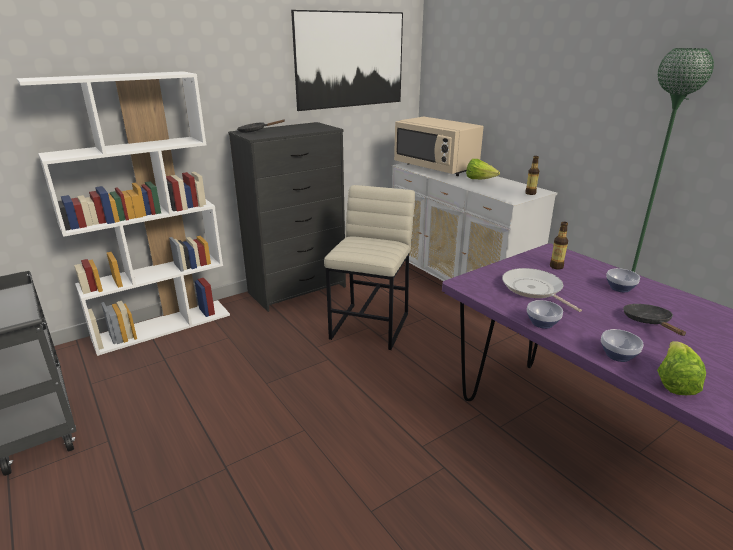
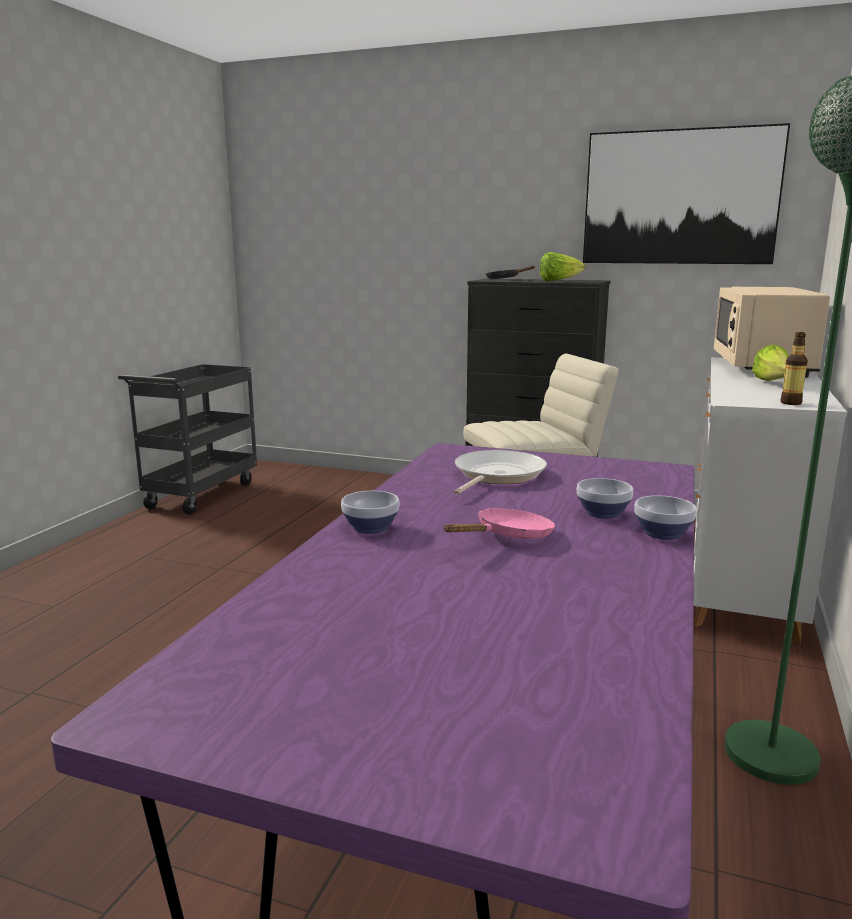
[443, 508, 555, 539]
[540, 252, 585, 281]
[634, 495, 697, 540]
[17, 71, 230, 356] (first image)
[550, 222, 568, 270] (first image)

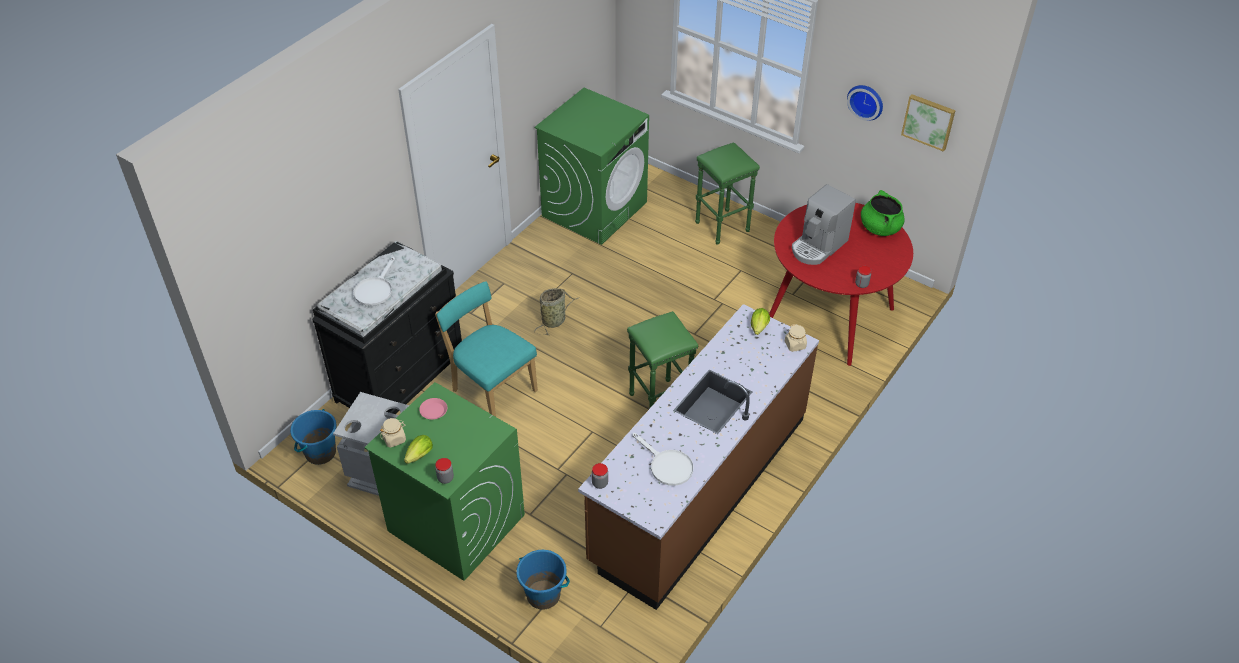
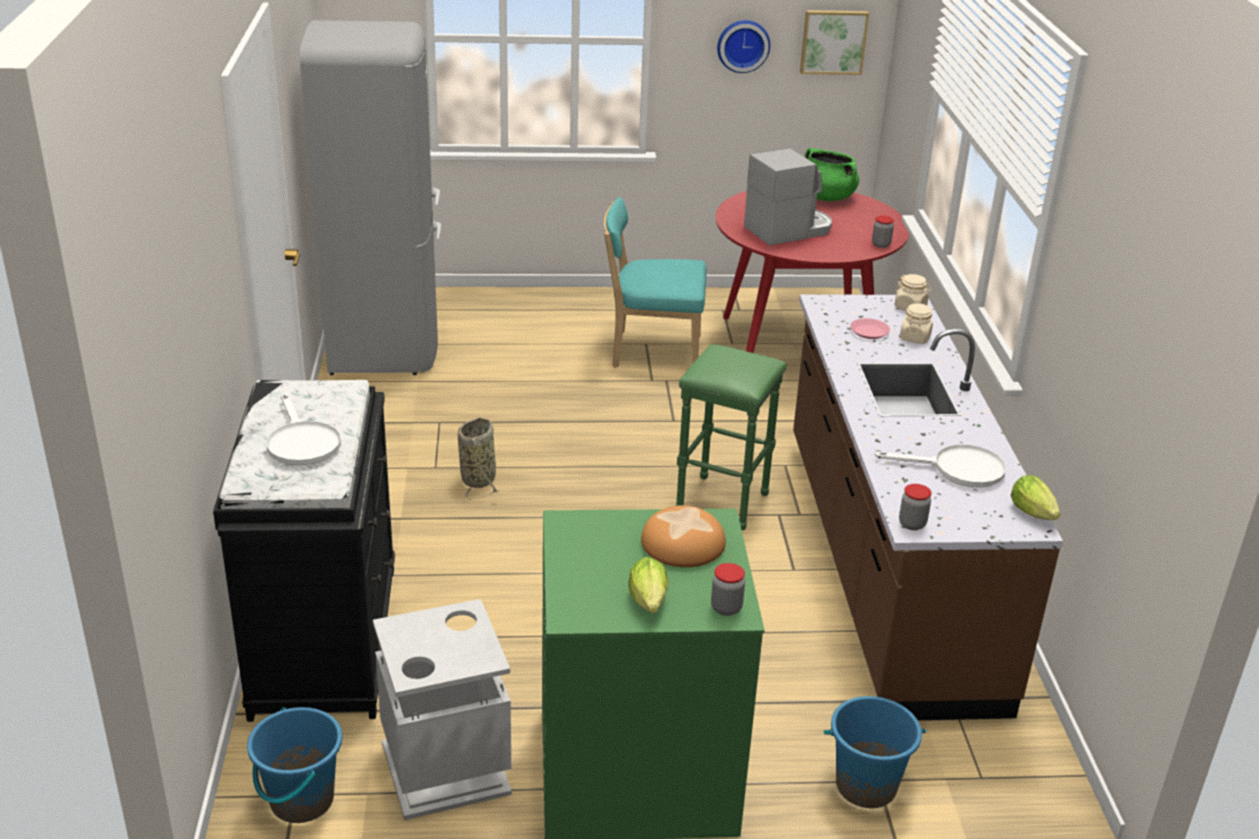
[300, 20, 442, 375]
[604, 197, 707, 368]
[641, 505, 726, 567]
[744, 148, 832, 246]
[850, 318, 890, 339]
[900, 303, 933, 344]
[1011, 475, 1061, 520]
[695, 143, 760, 245] (first image)

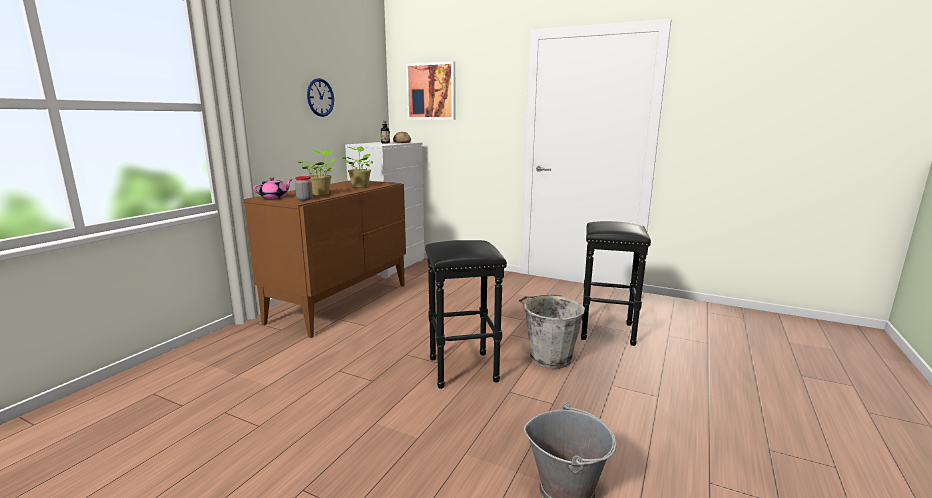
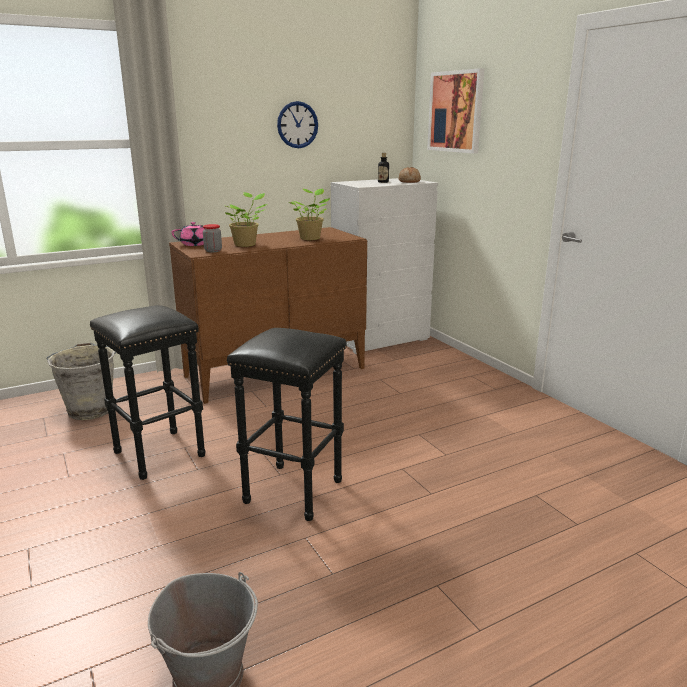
[46, 343, 116, 420]
[90, 305, 205, 480]

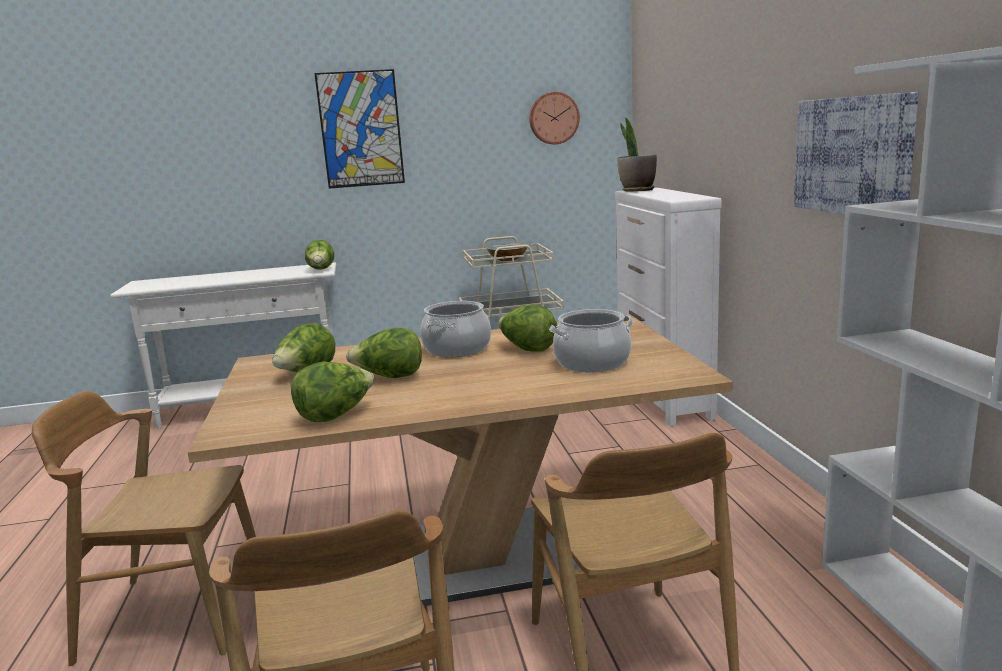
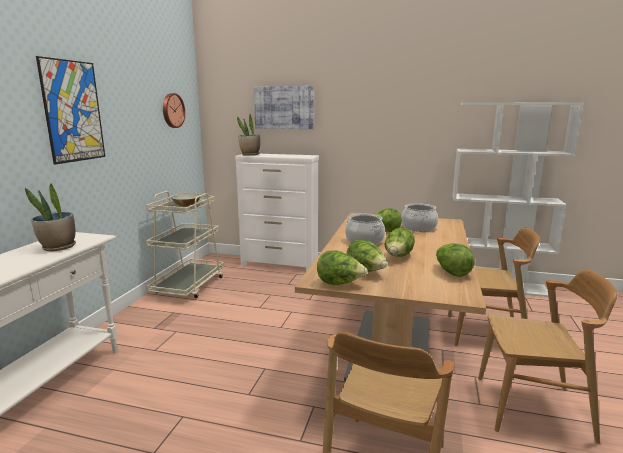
[25, 183, 76, 251]
[254, 86, 314, 129]
[317, 251, 368, 285]

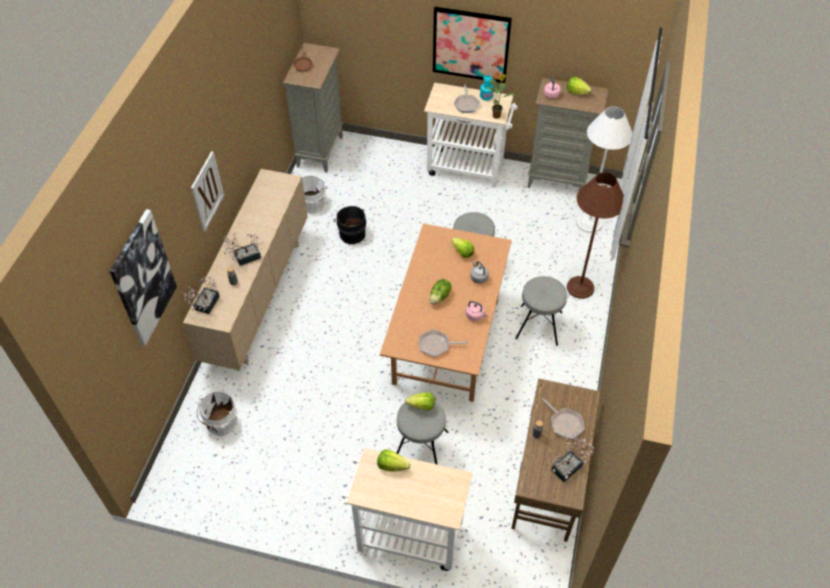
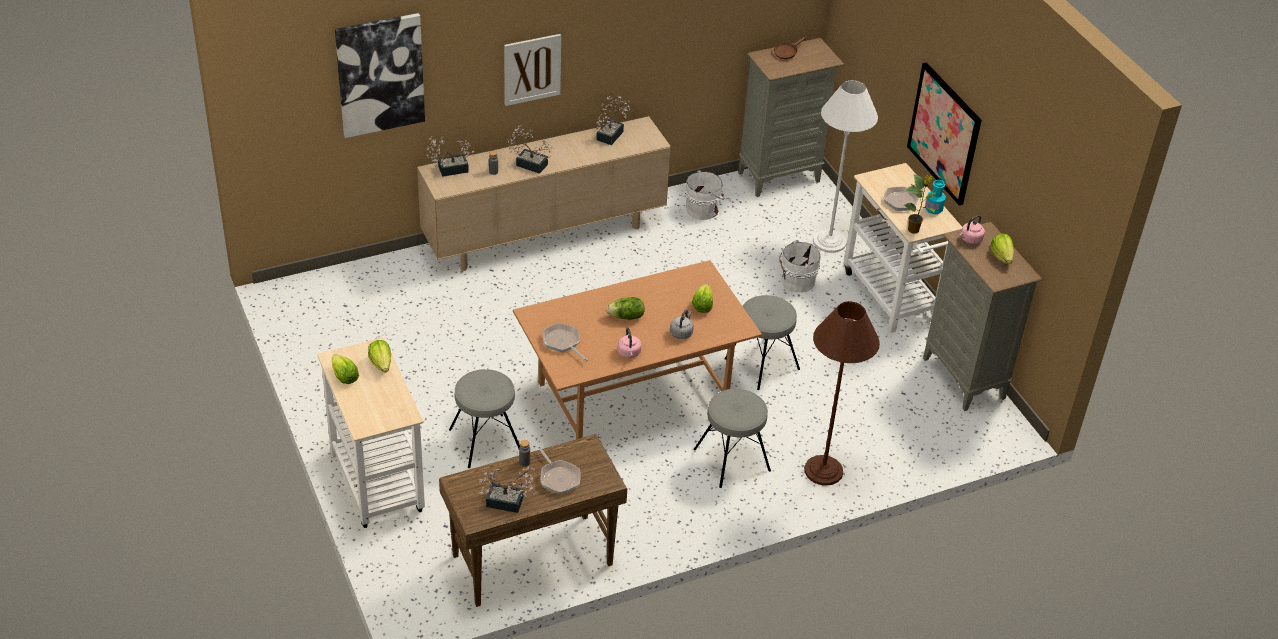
[332, 354, 359, 384]
[538, 446, 581, 494]
[596, 96, 631, 145]
[779, 240, 821, 292]
[813, 80, 878, 253]
[334, 206, 366, 244] (first image)

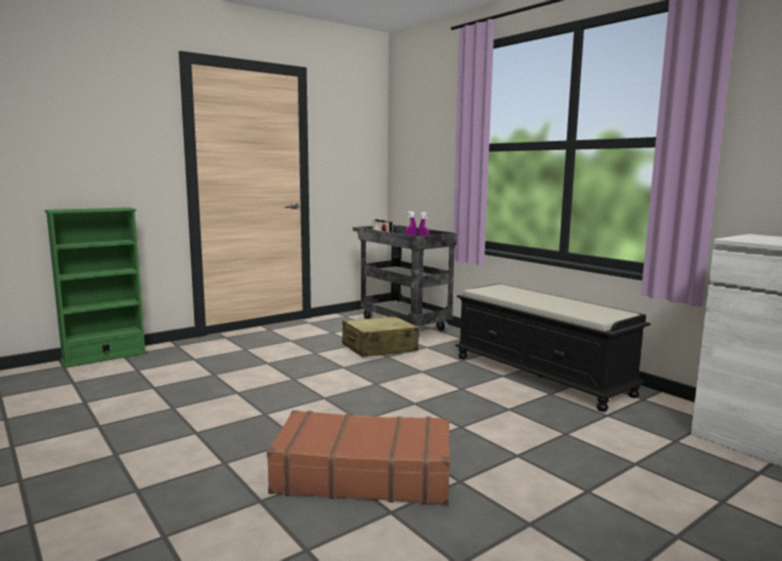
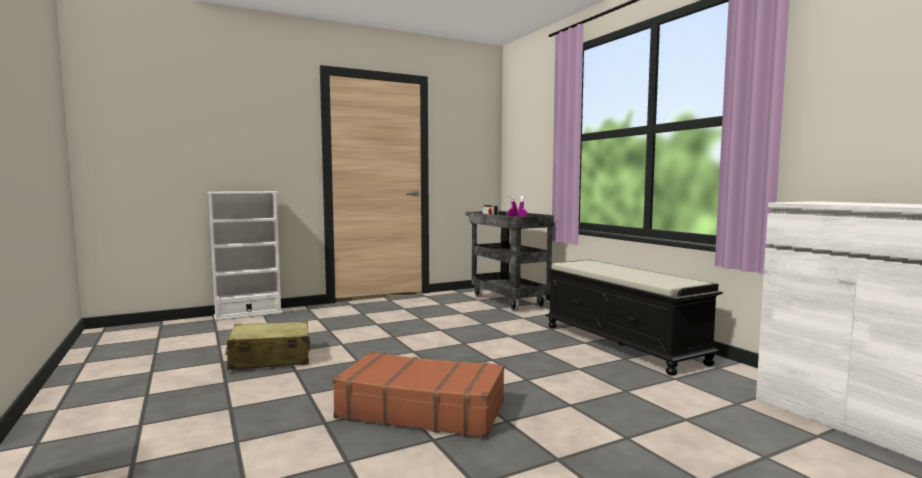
[207, 191, 283, 321]
[225, 321, 310, 370]

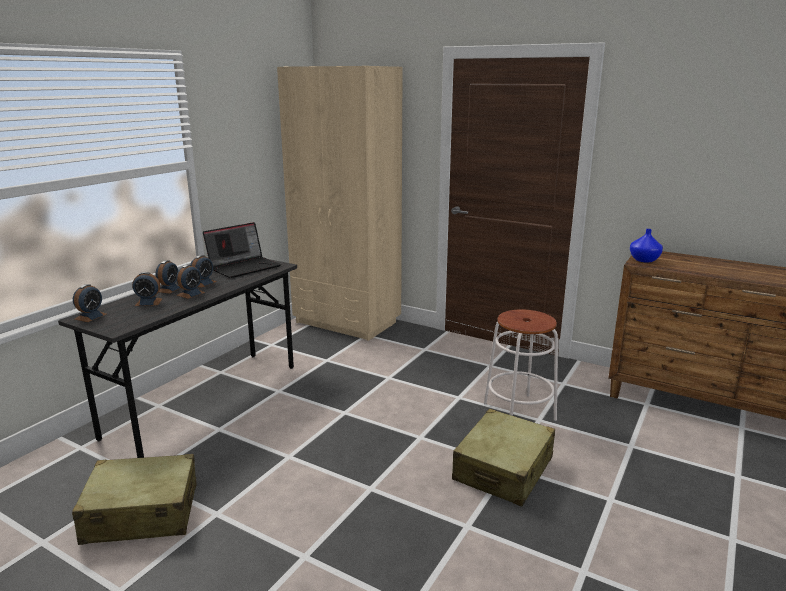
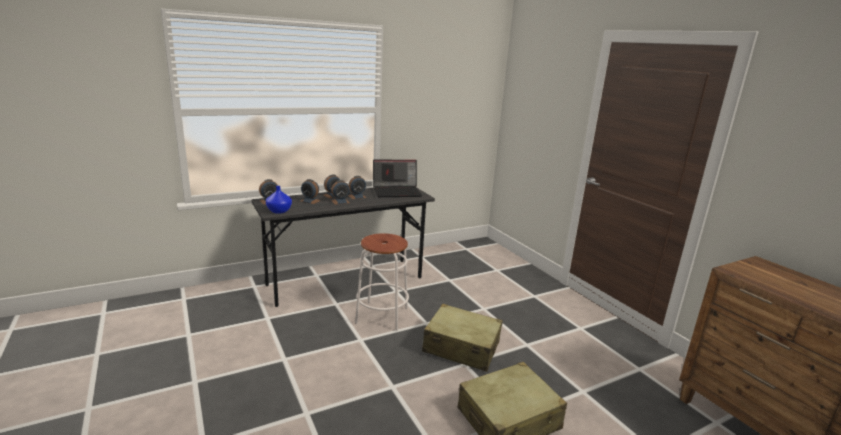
[266, 186, 292, 214]
[355, 233, 409, 331]
[422, 304, 503, 372]
[277, 66, 403, 341] (first image)

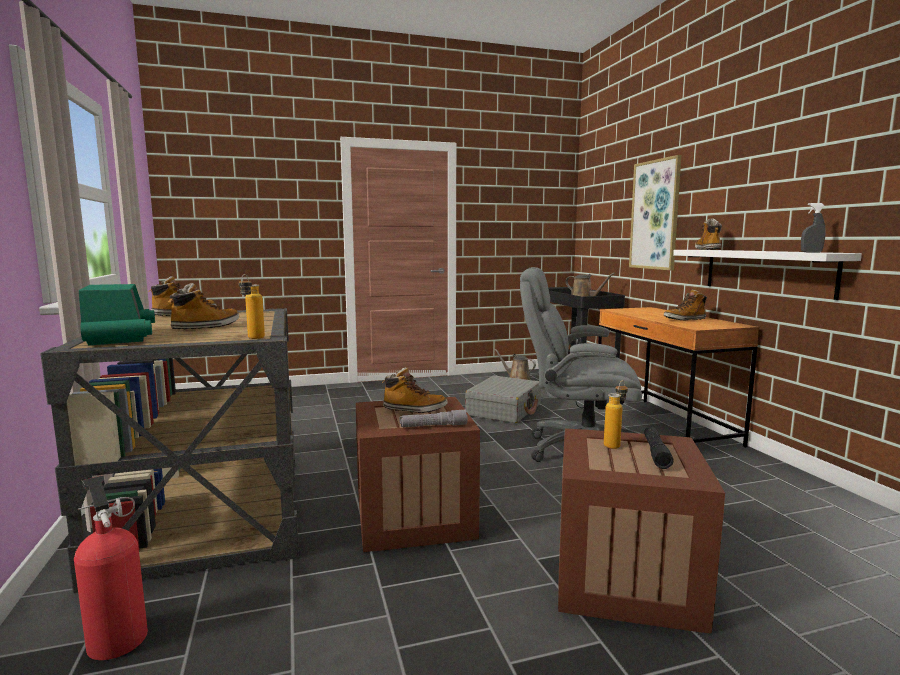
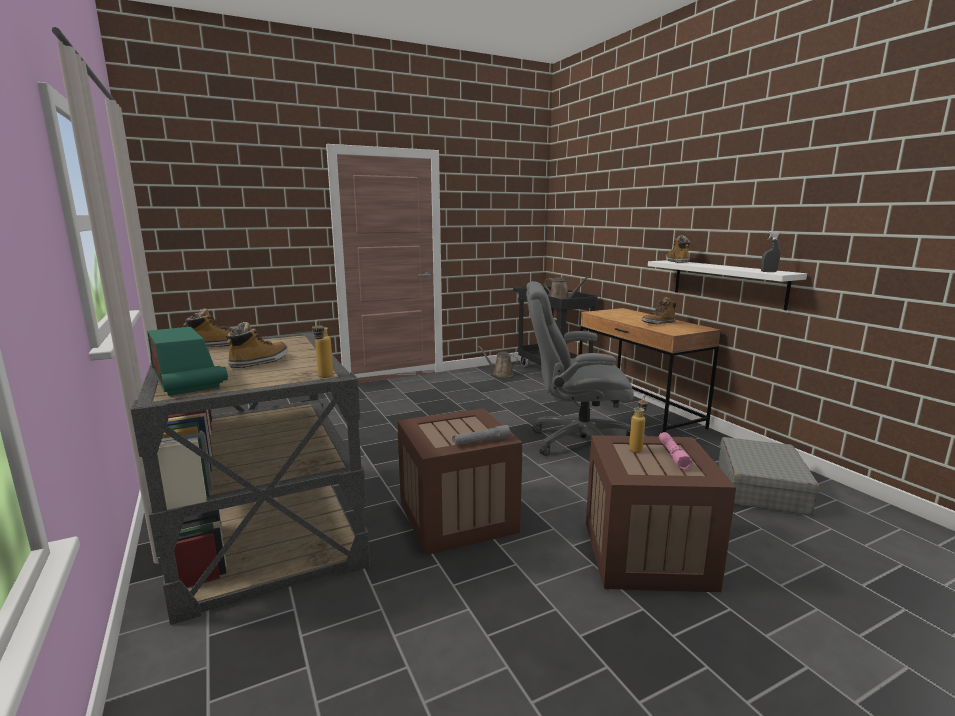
[659, 432, 692, 470]
[719, 437, 819, 516]
[74, 476, 148, 660] (first image)
[382, 367, 447, 413] (first image)
[629, 155, 681, 270] (first image)

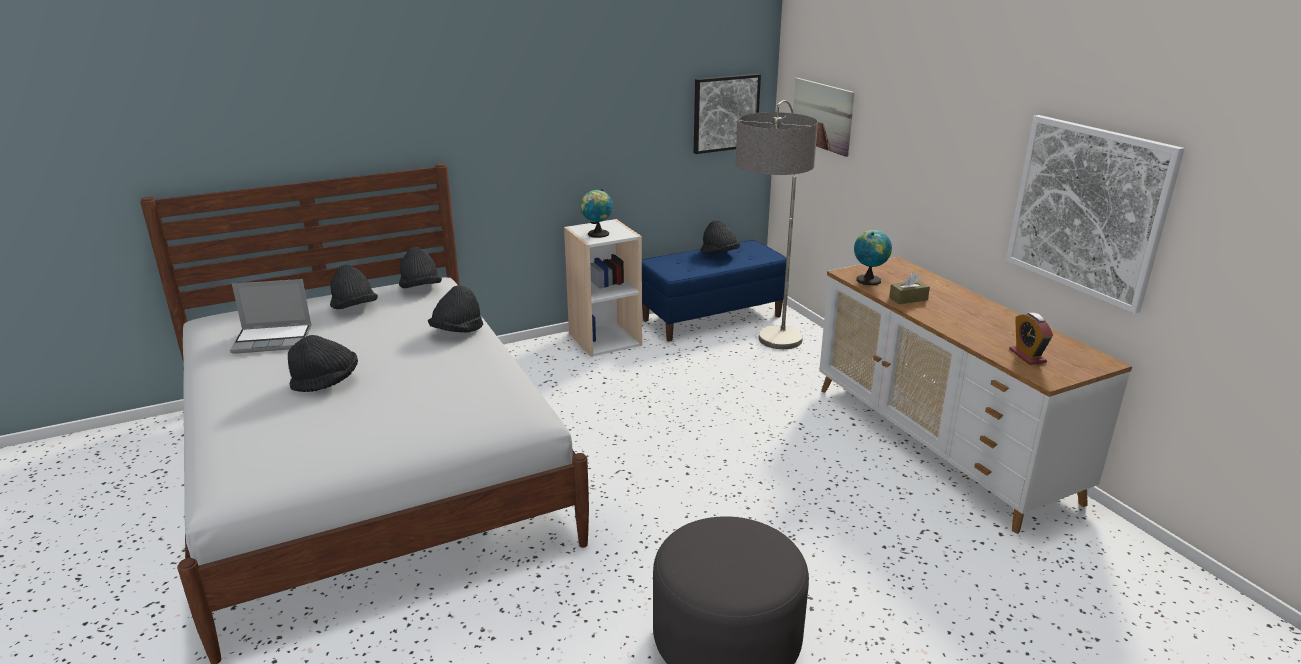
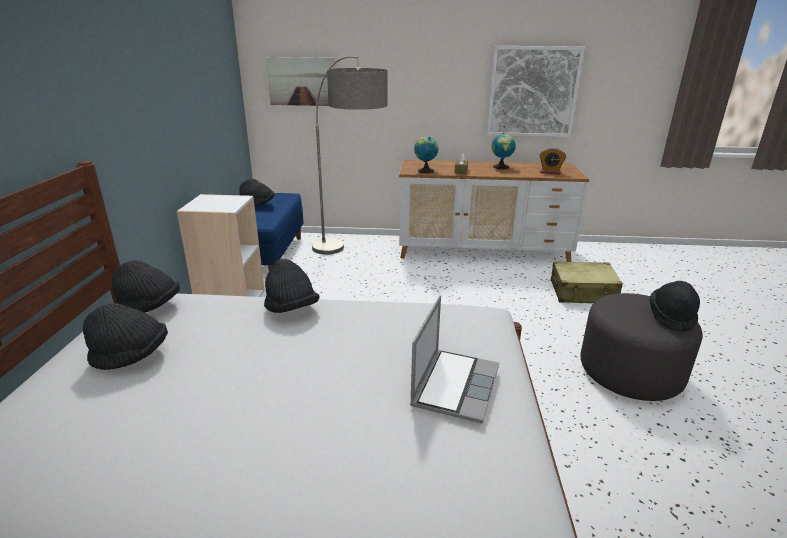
[410, 295, 499, 424]
[492, 133, 516, 169]
[551, 262, 623, 303]
[649, 281, 700, 332]
[694, 74, 761, 154] (first image)

